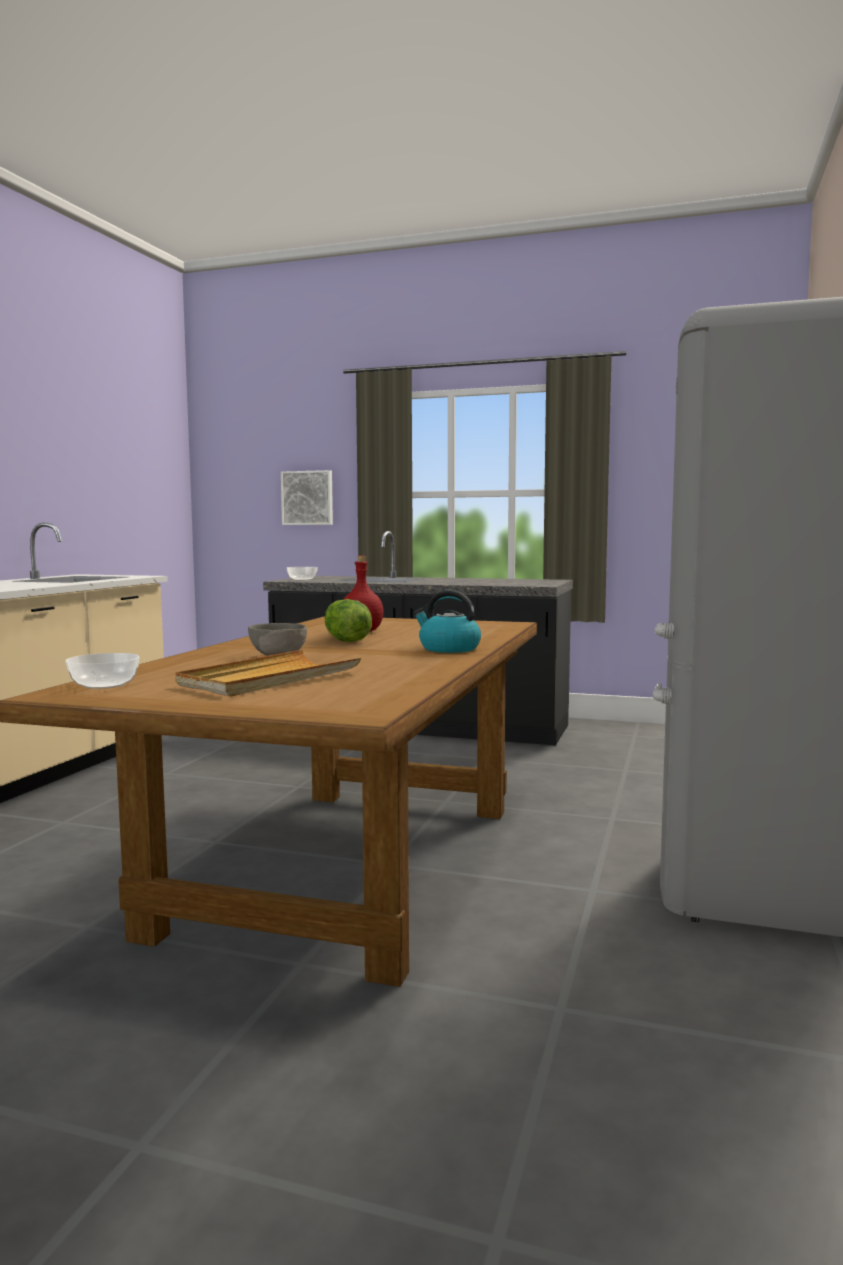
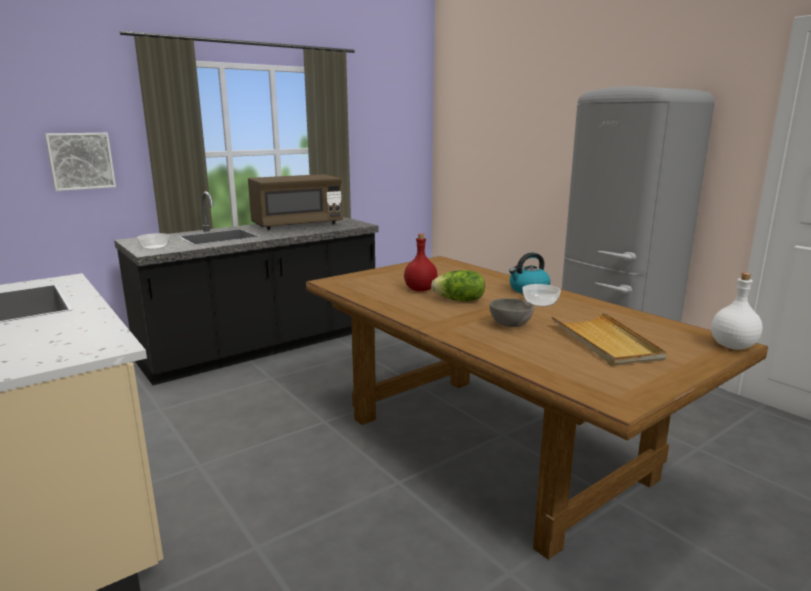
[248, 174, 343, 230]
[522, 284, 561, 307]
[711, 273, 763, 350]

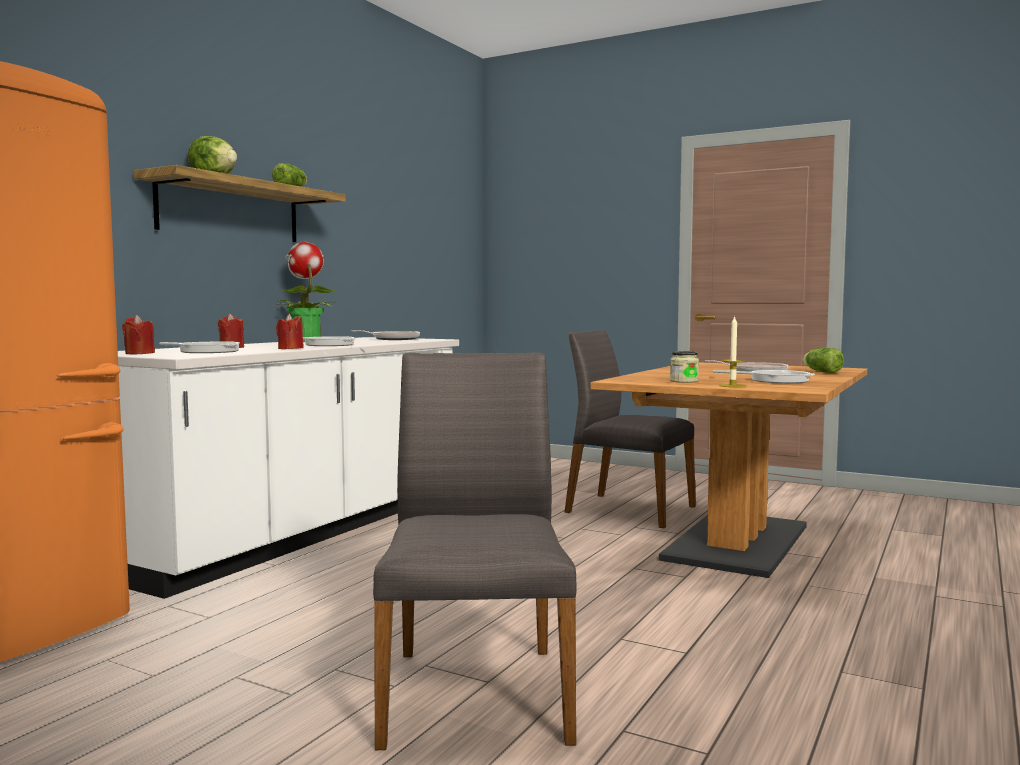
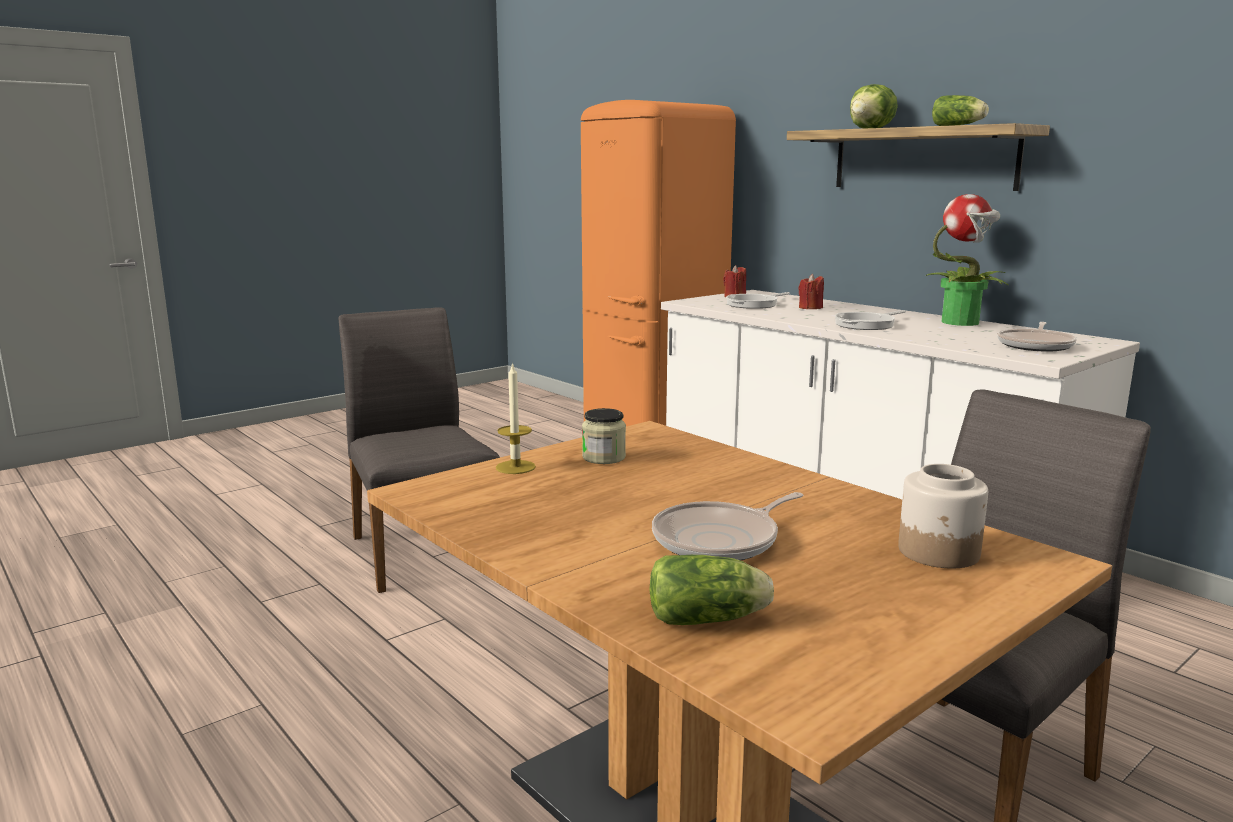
[338, 307, 500, 593]
[898, 464, 988, 569]
[276, 314, 304, 349] (first image)
[713, 370, 815, 383] (first image)

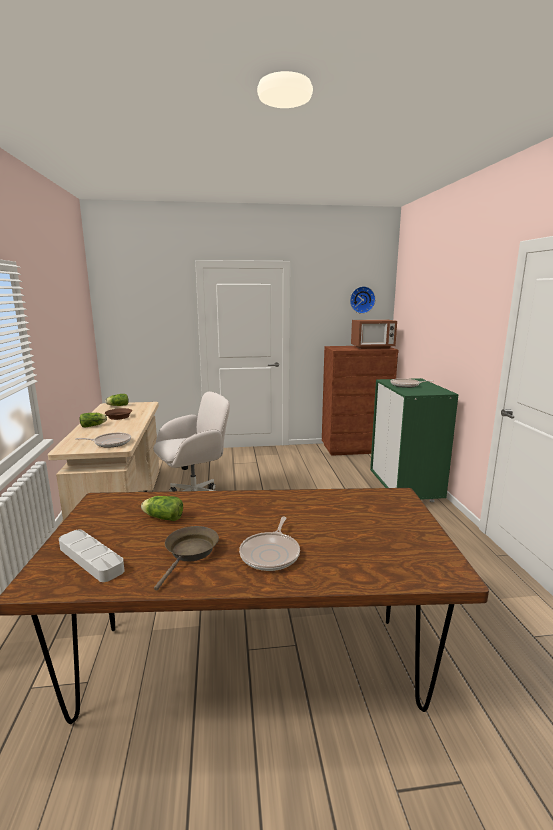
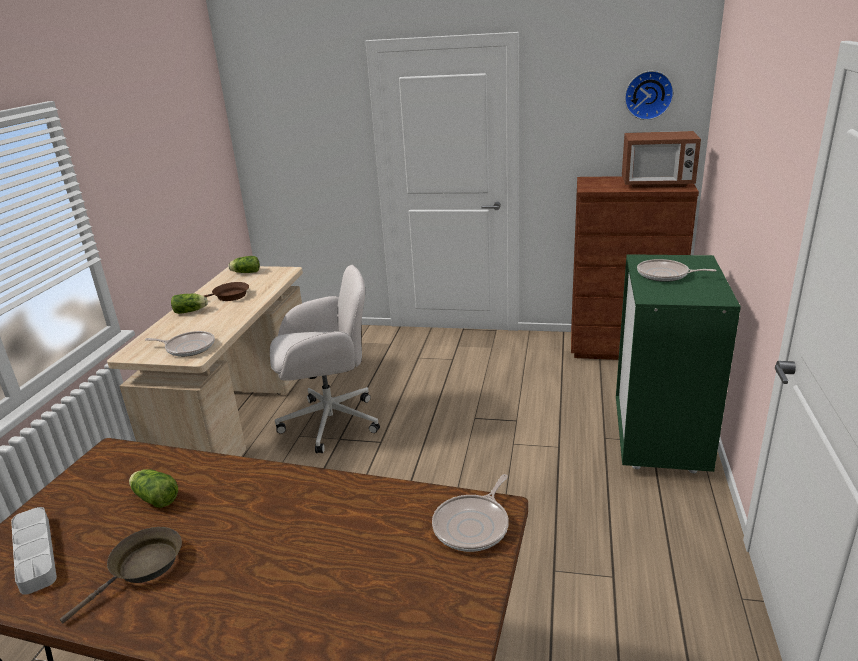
[432, 474, 509, 552]

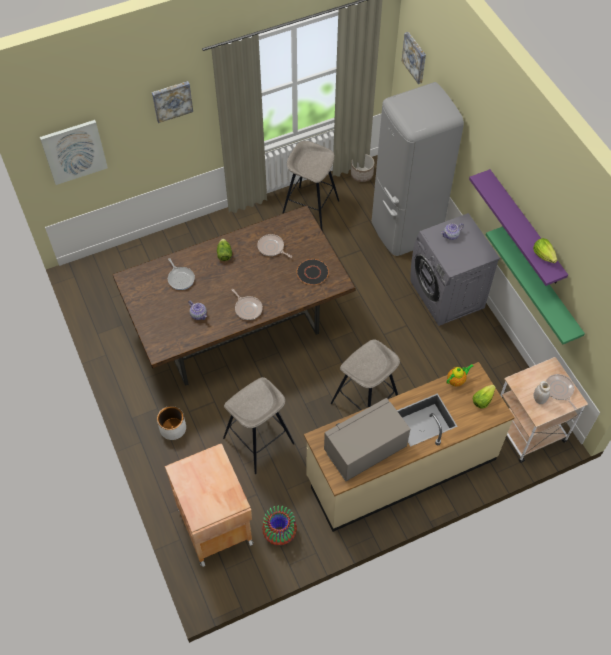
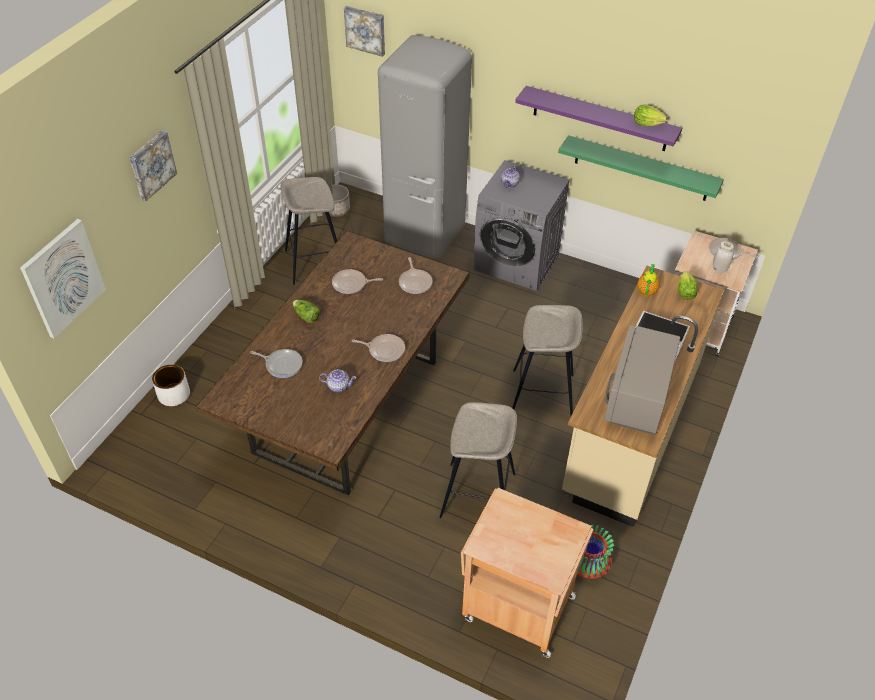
[152, 365, 190, 406]
[399, 257, 433, 294]

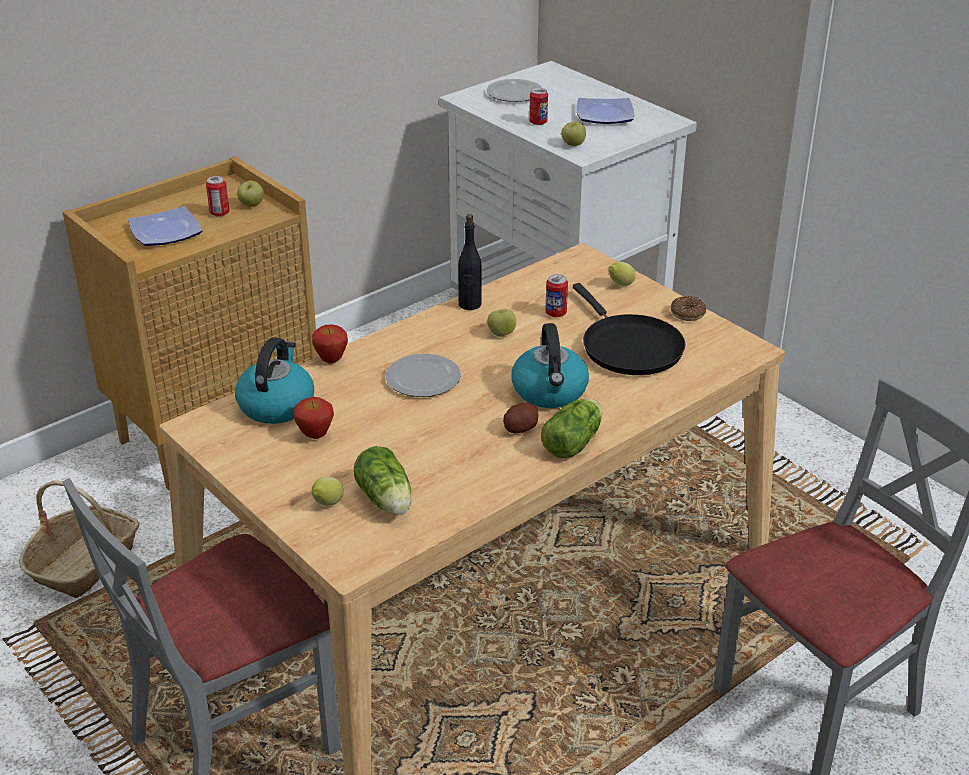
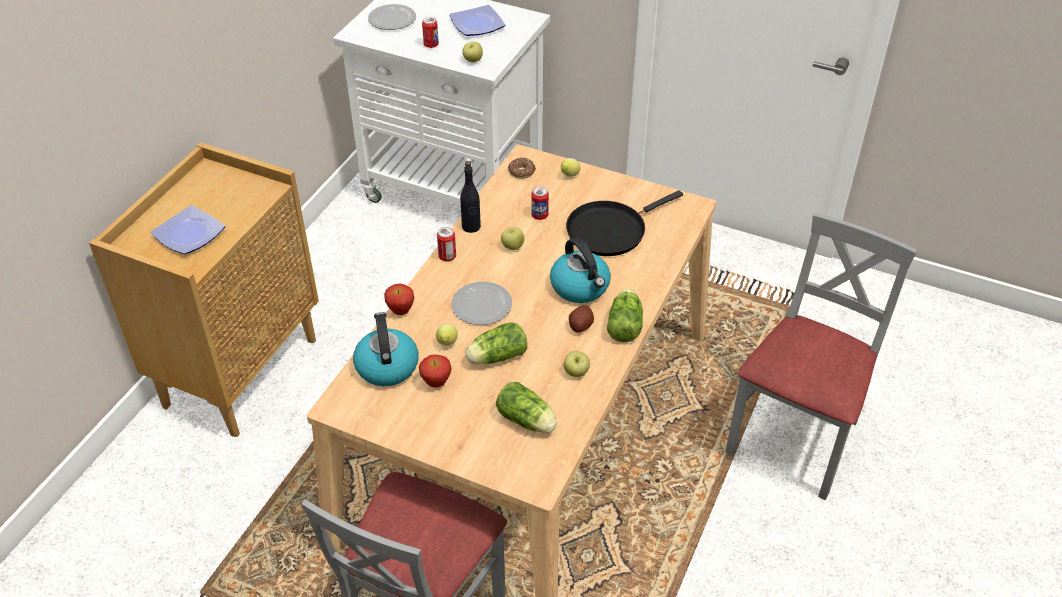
[436, 324, 458, 346]
[437, 227, 456, 261]
[465, 323, 527, 364]
[508, 158, 536, 179]
[564, 351, 590, 377]
[566, 190, 683, 256]
[19, 480, 140, 598] (first image)

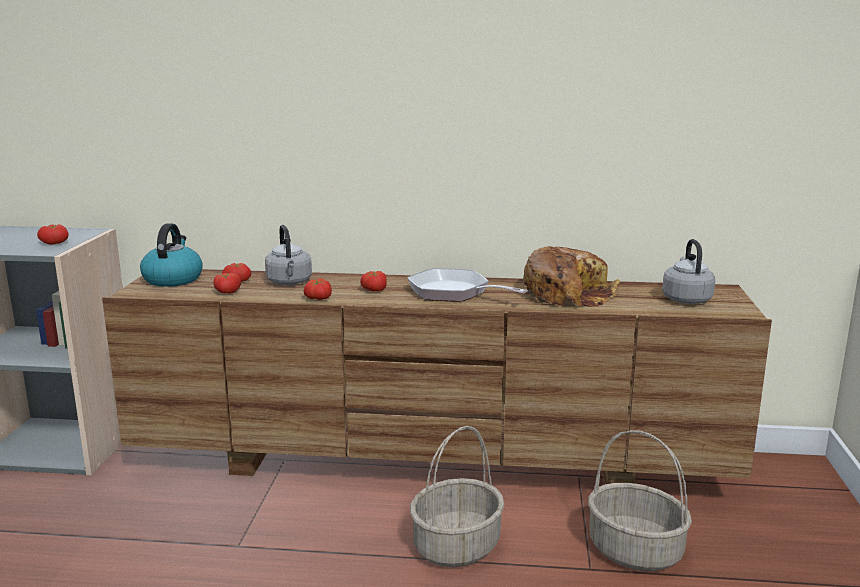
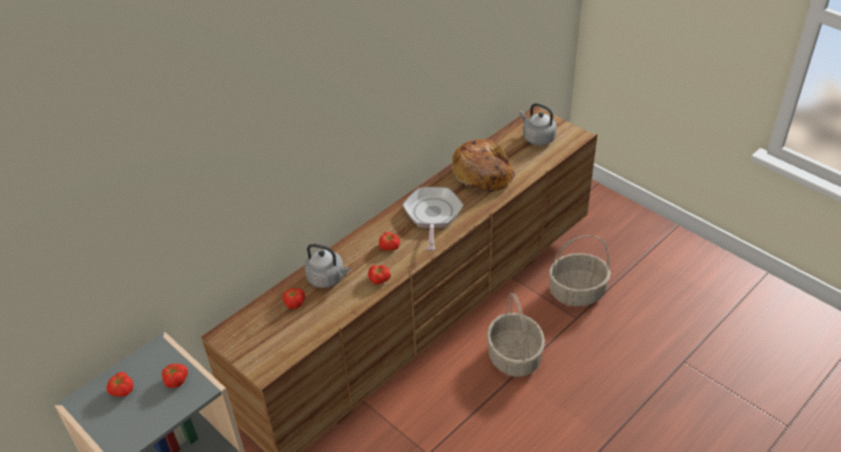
[106, 372, 133, 397]
[403, 187, 463, 251]
[140, 224, 203, 287] (first image)

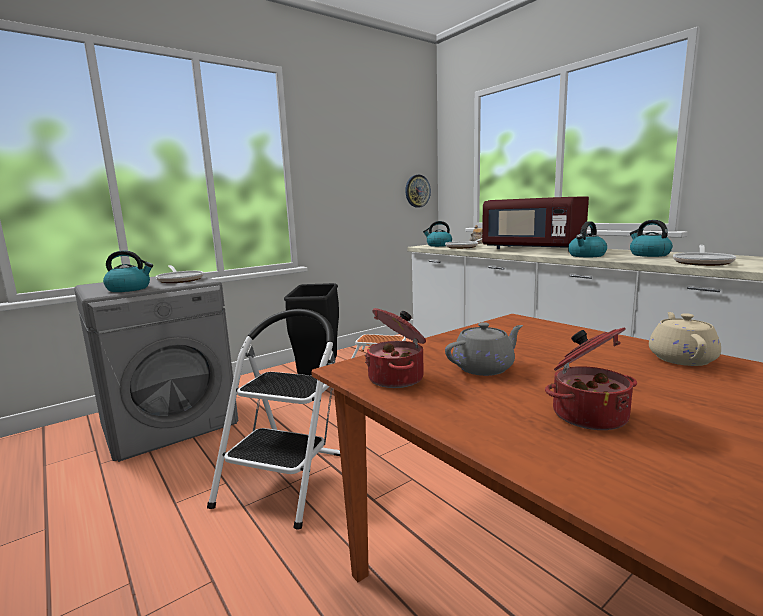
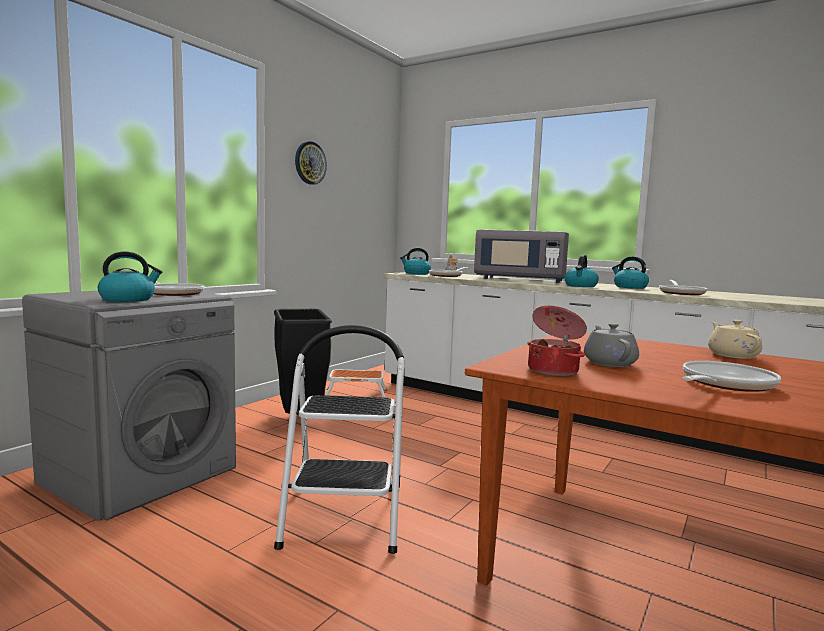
[295, 141, 327, 185]
[474, 229, 569, 283]
[584, 323, 639, 367]
[682, 361, 781, 392]

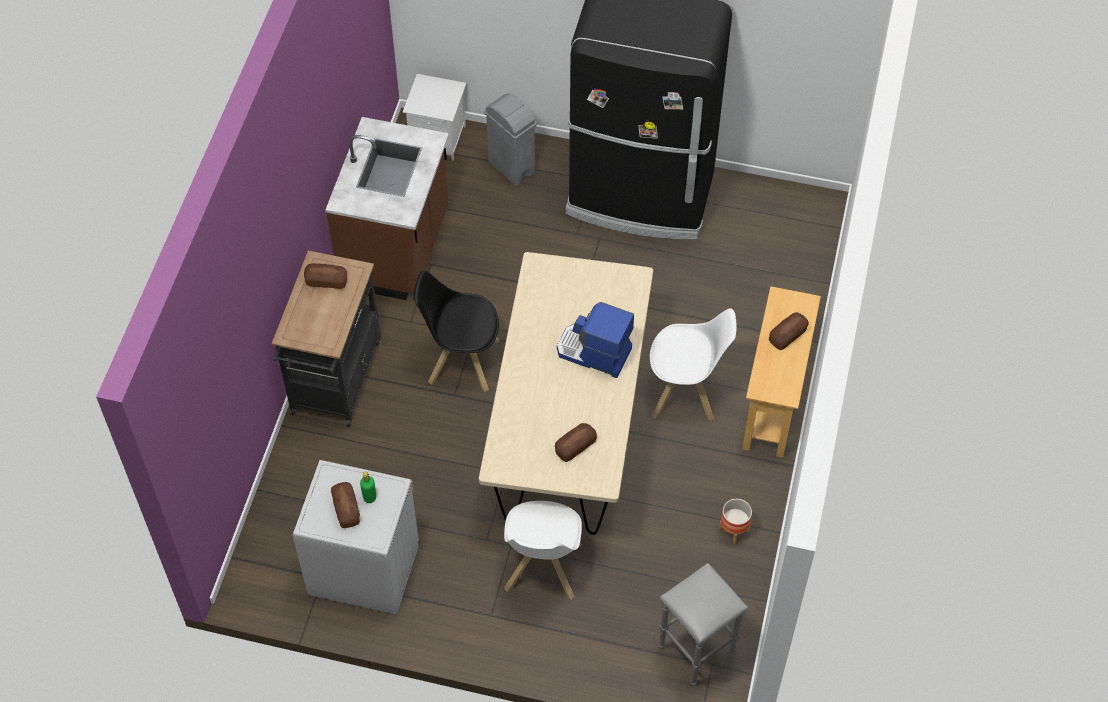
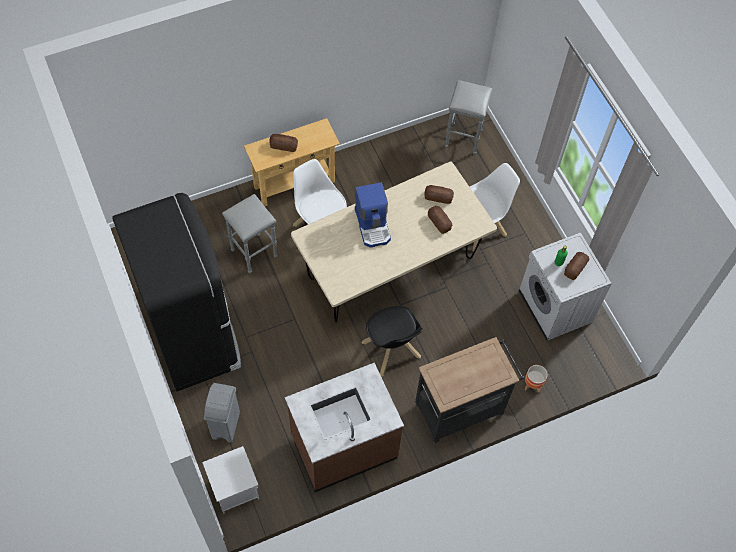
[222, 194, 277, 273]
[428, 206, 452, 234]
[524, 365, 548, 393]

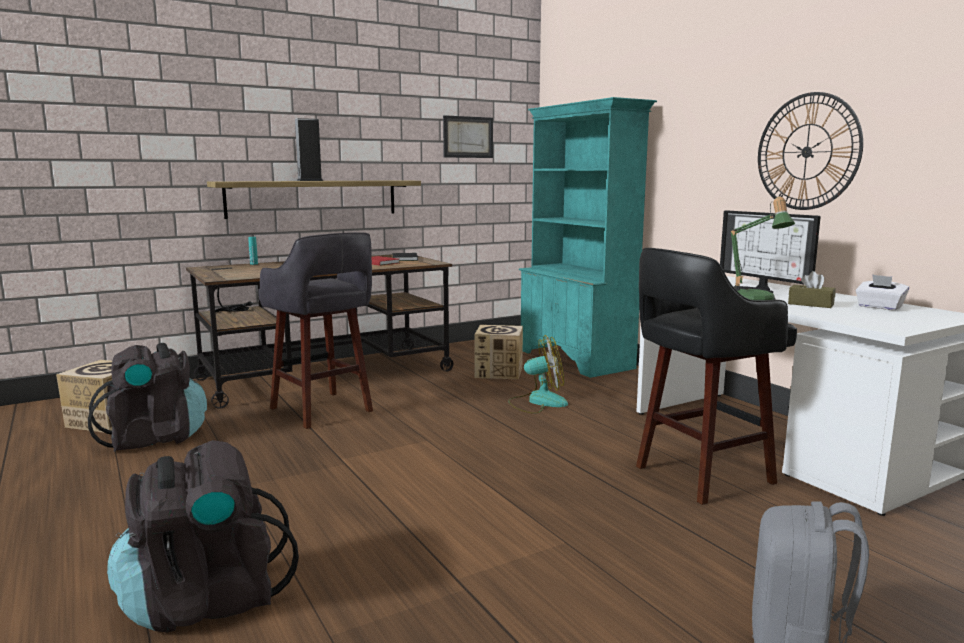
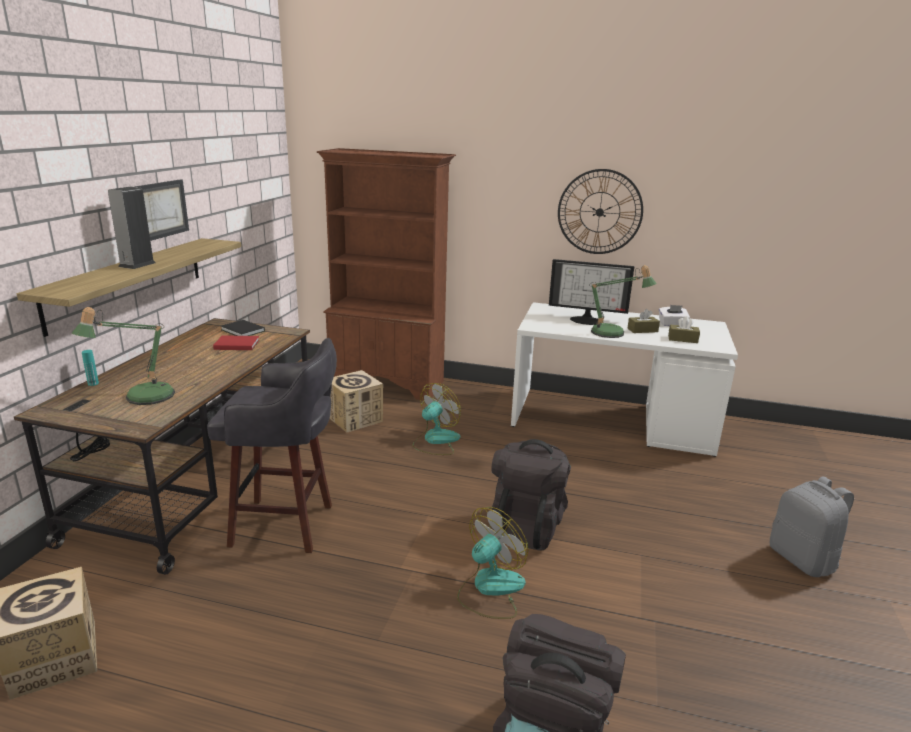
[72, 307, 175, 405]
[135, 179, 189, 241]
[317, 148, 456, 401]
[457, 507, 528, 619]
[492, 439, 571, 551]
[668, 316, 700, 343]
[636, 248, 797, 505] (first image)

